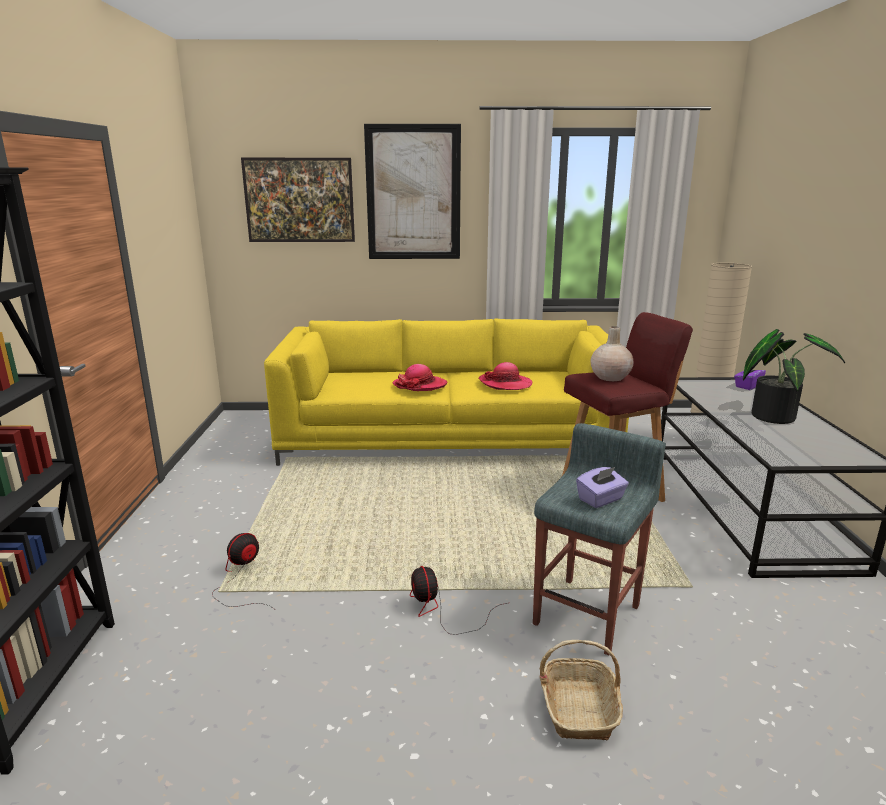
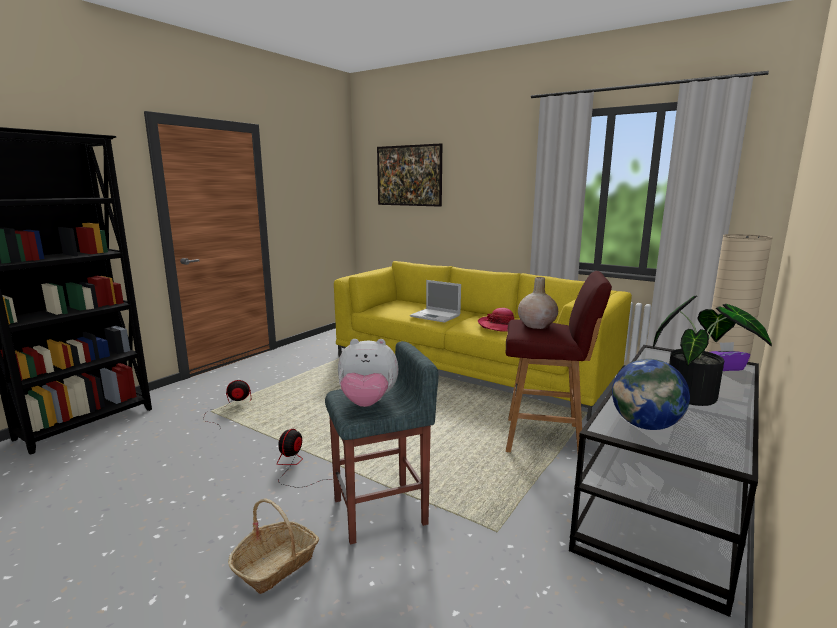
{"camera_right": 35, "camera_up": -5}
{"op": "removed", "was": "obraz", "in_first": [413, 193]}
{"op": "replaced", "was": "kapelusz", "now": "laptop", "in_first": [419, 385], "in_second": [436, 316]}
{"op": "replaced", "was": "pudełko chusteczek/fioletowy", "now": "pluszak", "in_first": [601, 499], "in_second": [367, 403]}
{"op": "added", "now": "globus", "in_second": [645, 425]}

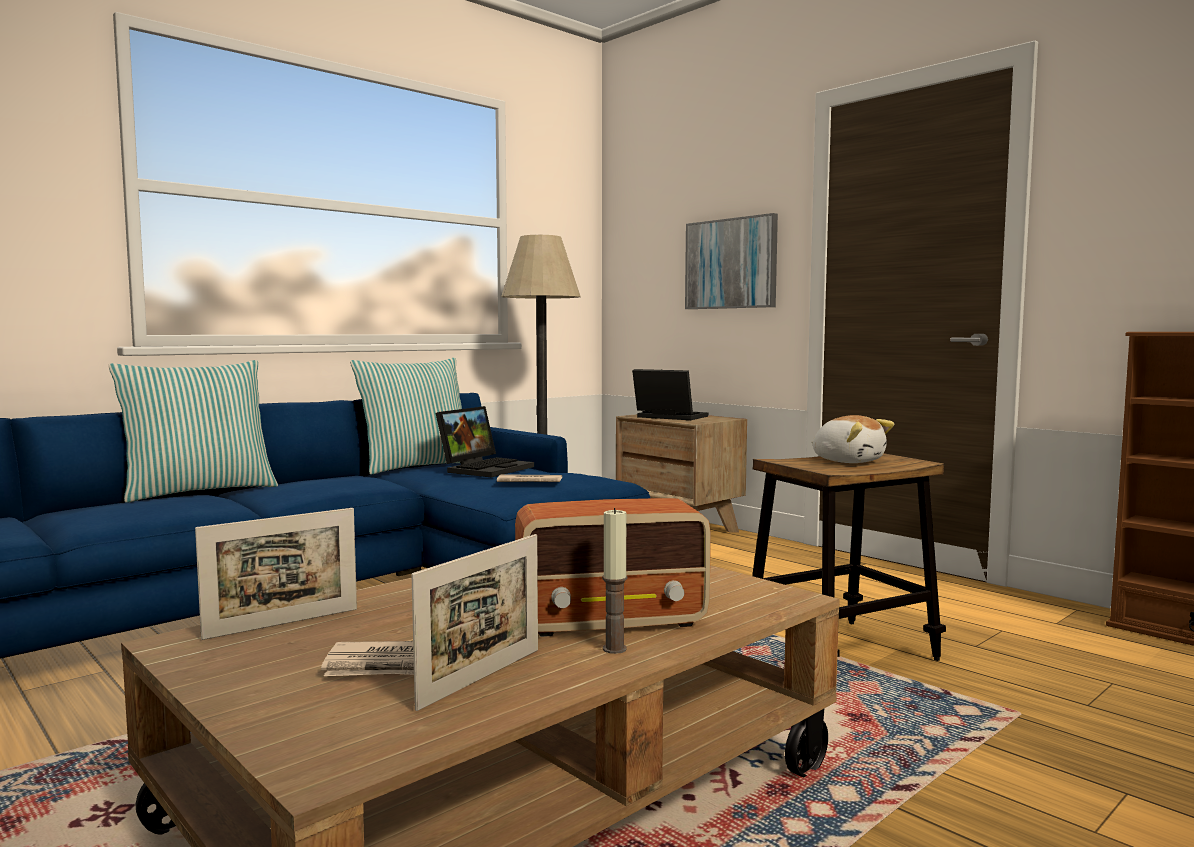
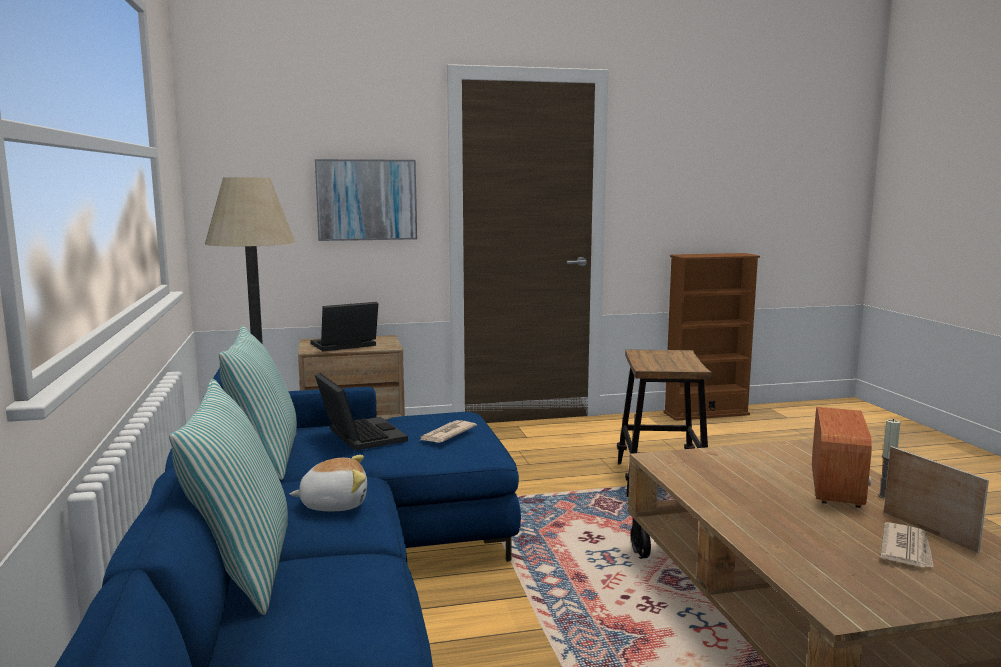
{"camera_right": -60, "camera_up": 5}
{"op": "moved", "was": "pluszak", "in_first": [848, 461], "in_second": [334, 504]}
{"op": "removed", "was": "ramka na zdjęcie", "in_first": [283, 623]}

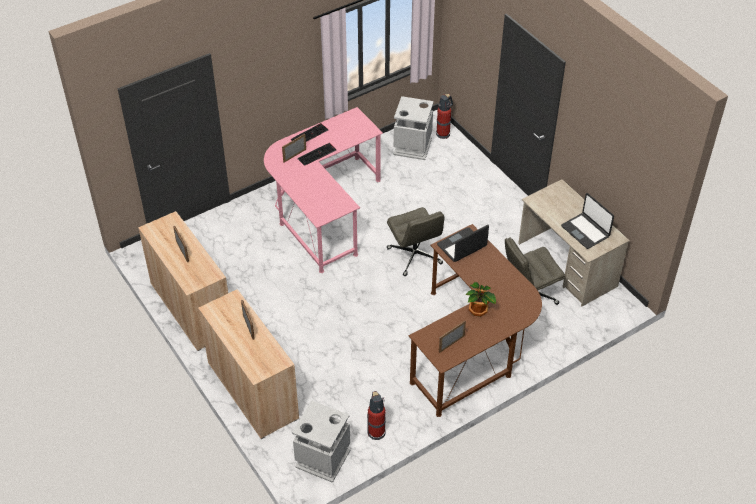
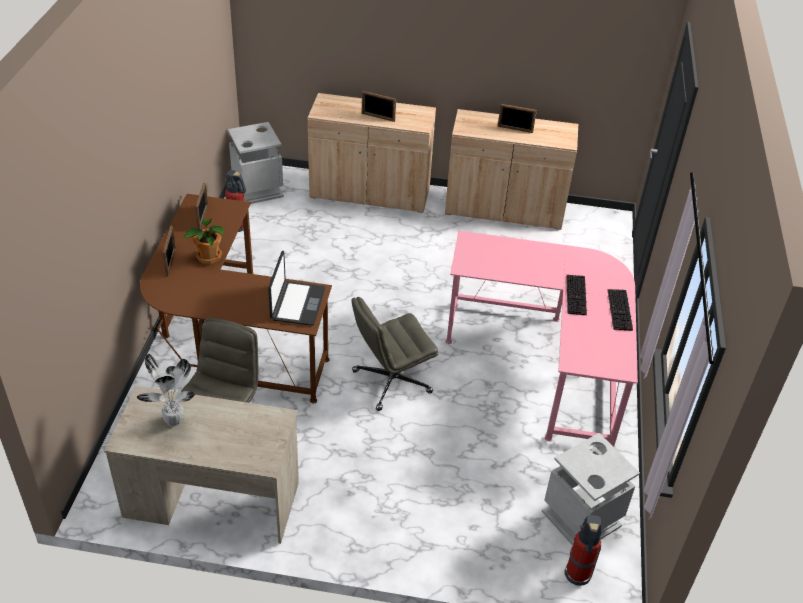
{"camera_right": 130, "camera_up": -5}
{"op": "moved", "was": "ramka na zdjęcie", "in_first": [294, 155], "in_second": [171, 262]}
{"op": "replaced", "was": "laptop", "now": "roślina doniczkowa", "in_first": [585, 231], "in_second": [173, 422]}
{"op": "turned", "was": "krzesło biurowe/szary", "in_first": [415, 256], "in_second": [391, 382], "clockwise": -45}

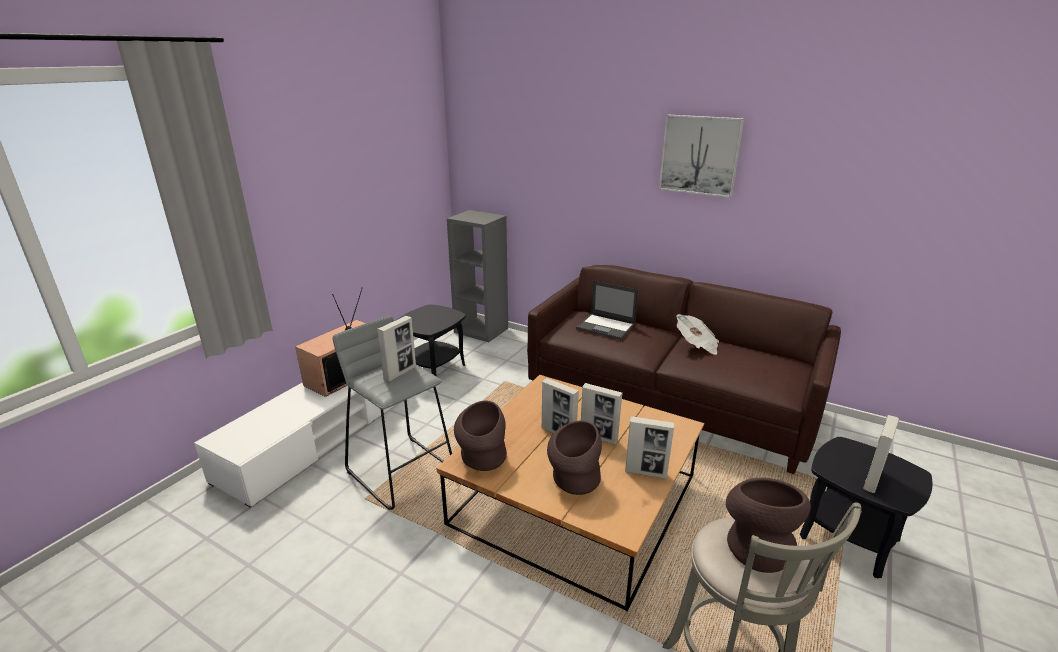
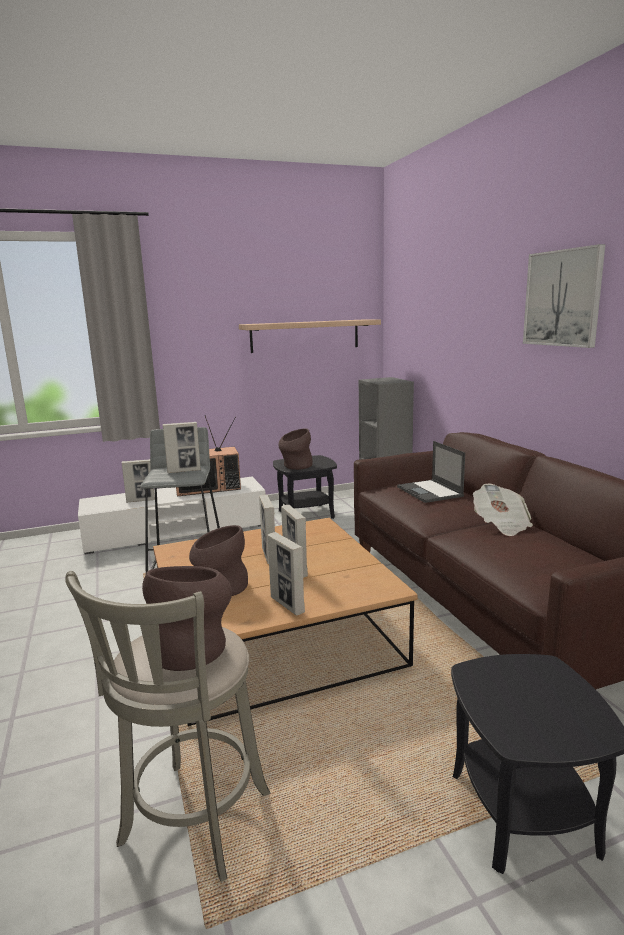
{"camera_right": 40, "camera_up": -10}
{"op": "moved", "was": "wazon/brązowy", "in_first": [482, 460], "in_second": [295, 466]}
{"op": "moved", "was": "ramka na zdjęcie", "in_first": [872, 479], "in_second": [141, 500]}
{"op": "added", "now": "półka", "in_second": [305, 335]}

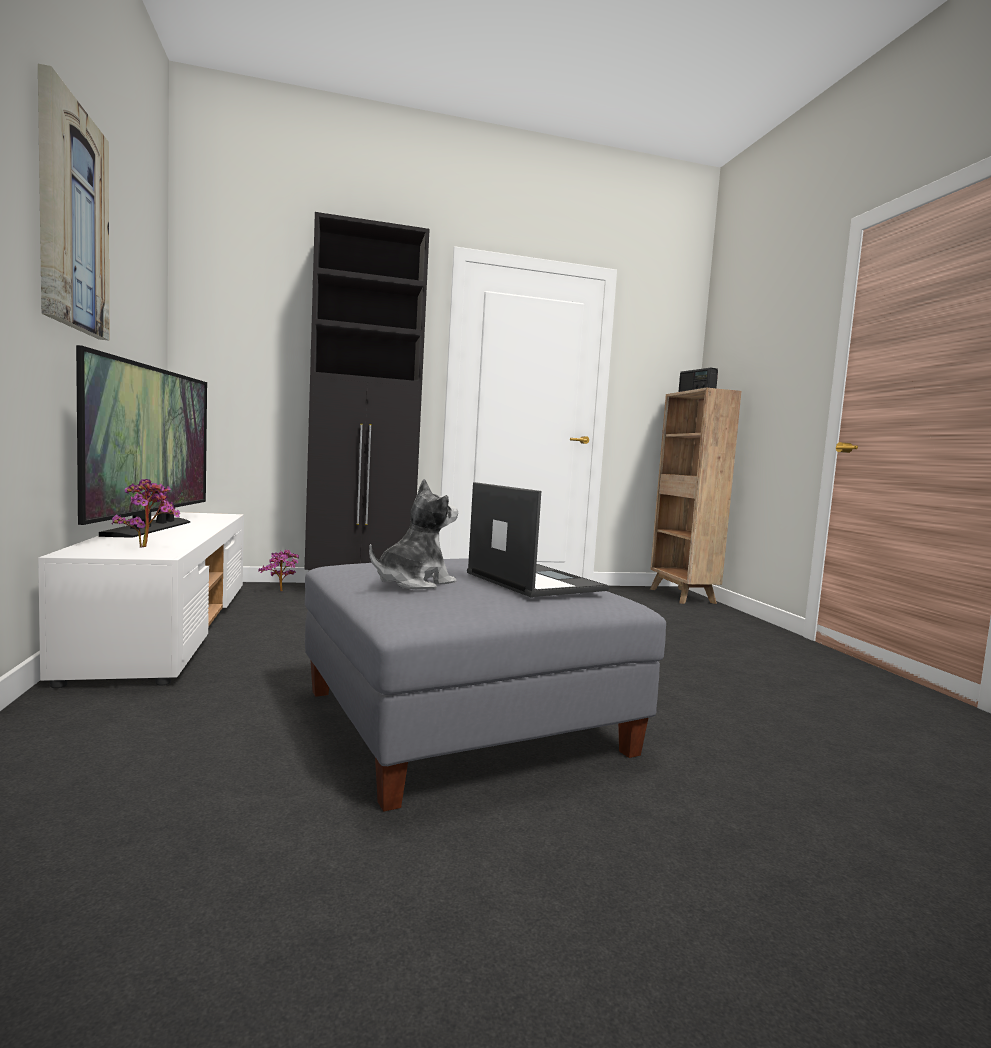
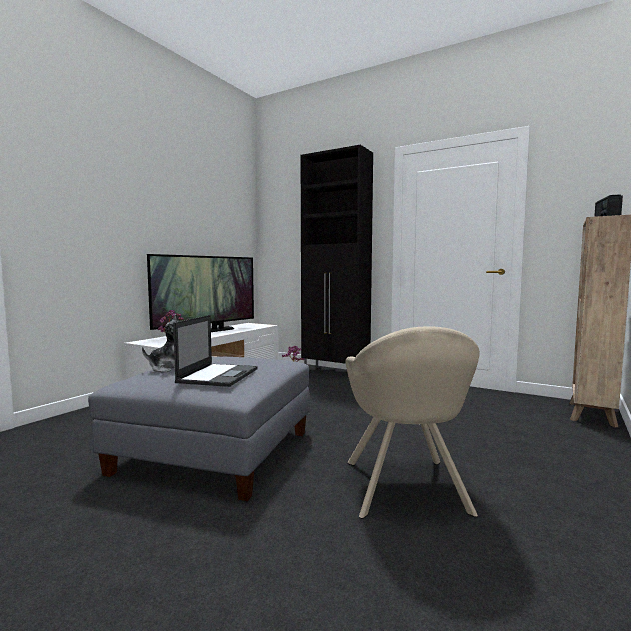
{"camera_right": 45, "camera_up": 0}
{"op": "removed", "was": "obraz", "in_first": [72, 218]}
{"op": "added", "now": "fotel/beżowy", "in_second": [406, 490]}

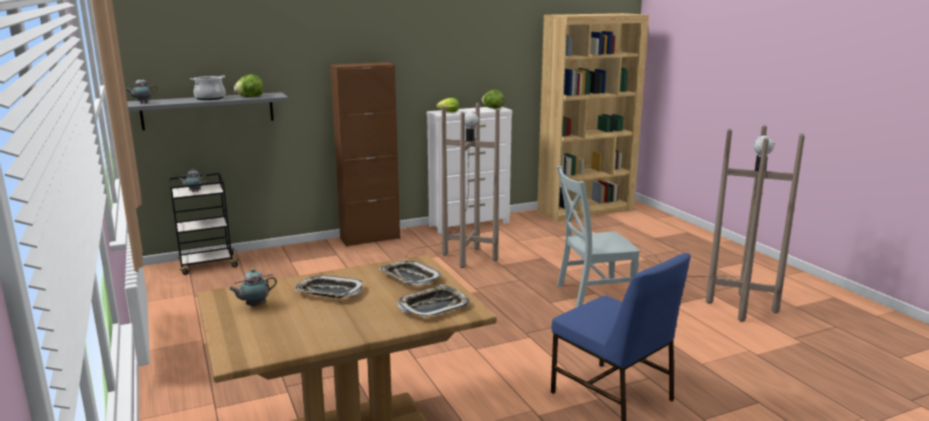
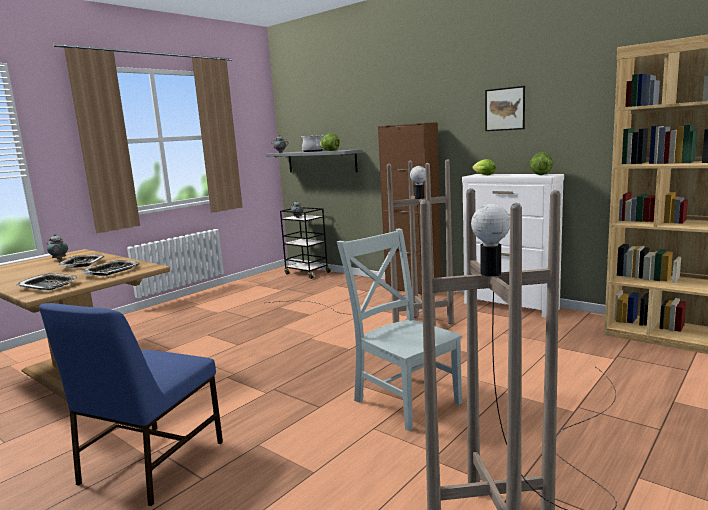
{"camera_right": 65, "camera_up": -5}
{"op": "added", "now": "obraz", "in_second": [505, 109]}

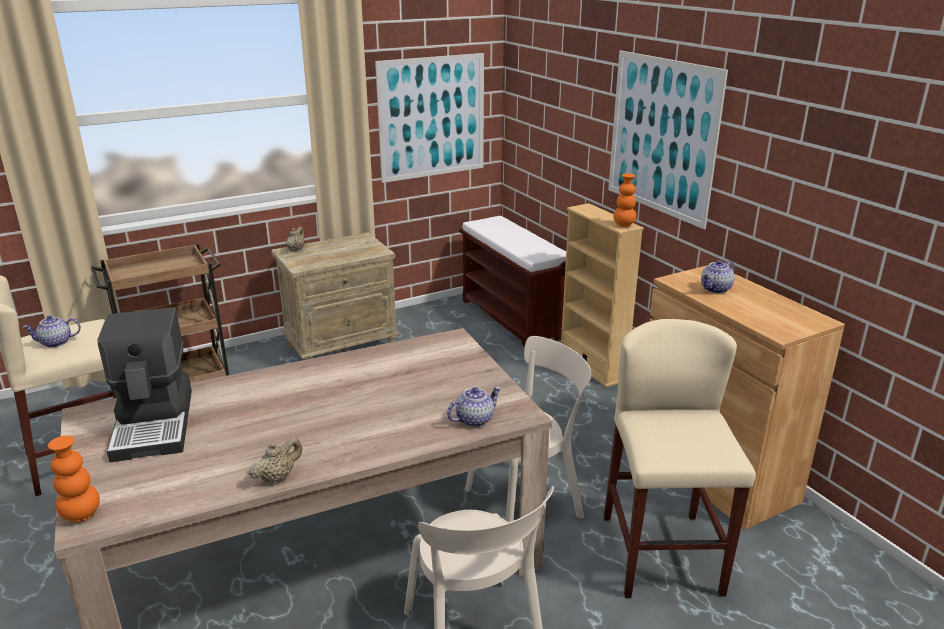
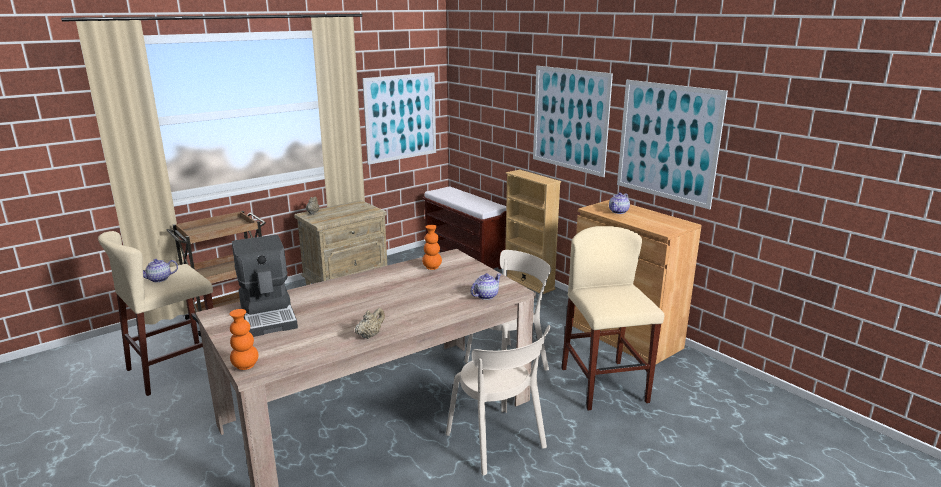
{"camera_right": -10, "camera_up": -5}
{"op": "moved", "was": "wazon/pomarańczowy", "in_first": [624, 225], "in_second": [432, 268]}
{"op": "added", "now": "obraz", "in_second": [667, 142]}

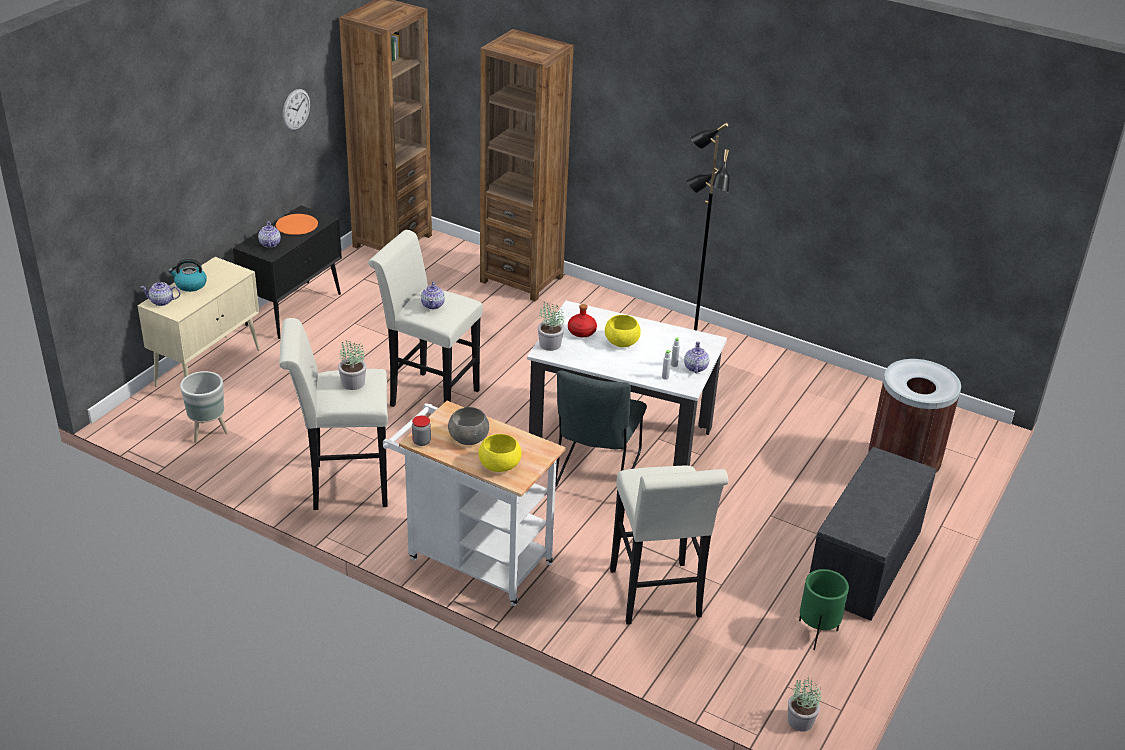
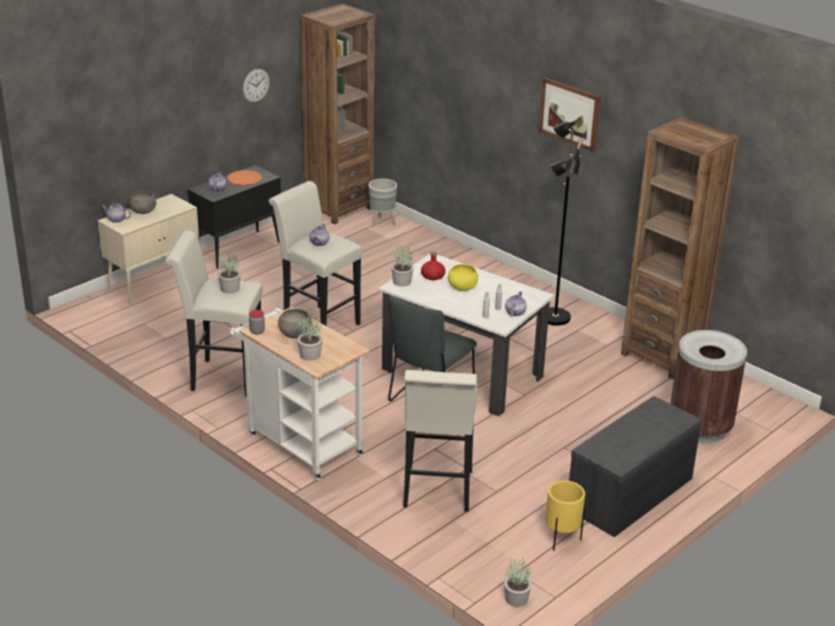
{"camera_right": 15, "camera_up": -5}
{"op": "moved", "was": "regał/brązowy", "in_first": [521, 279], "in_second": [662, 356]}
{"op": "replaced", "was": "czajnik", "now": "miska/szary", "in_first": [190, 285], "in_second": [143, 211]}
{"op": "moved", "was": "donica/szary", "in_first": [207, 432], "in_second": [382, 223]}
{"op": "replaced", "was": "miska/żółty", "now": "roślina doniczkowa", "in_first": [500, 464], "in_second": [310, 355]}
{"op": "recoloured", "was": "donica/zielony", "now": "donica/żółty", "in_first": [816, 634], "in_second": [561, 539]}
{"op": "added", "now": "obraz", "in_second": [570, 113]}

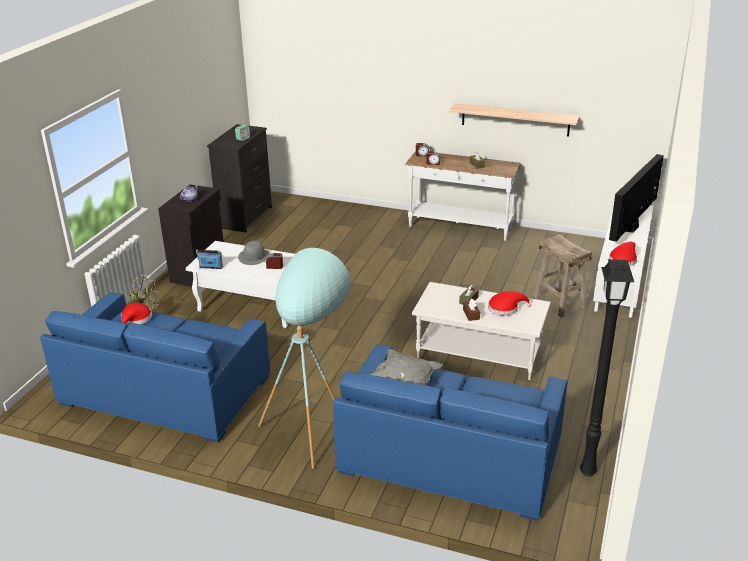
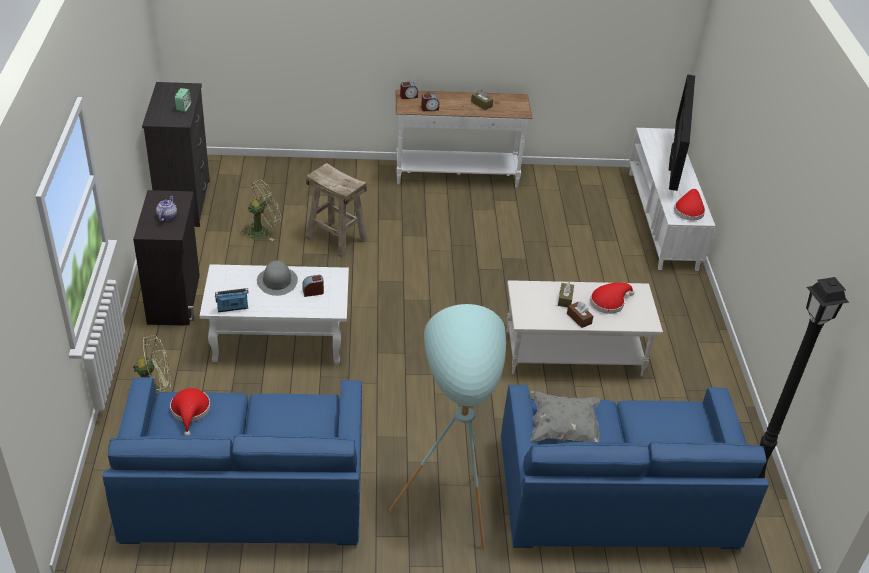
{"camera_right": -25, "camera_up": 10}
{"op": "removed", "was": "półka", "in_first": [515, 119]}
{"op": "moved", "was": "stołek/beżowy", "in_first": [559, 303], "in_second": [337, 239]}
{"op": "added", "now": "wentylator/zielony", "in_second": [262, 231]}

